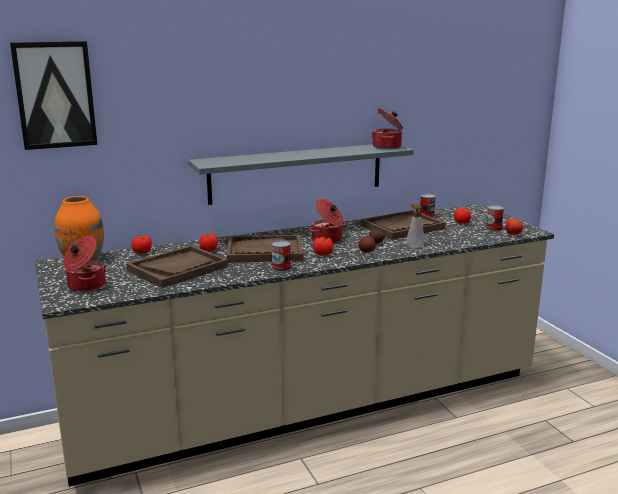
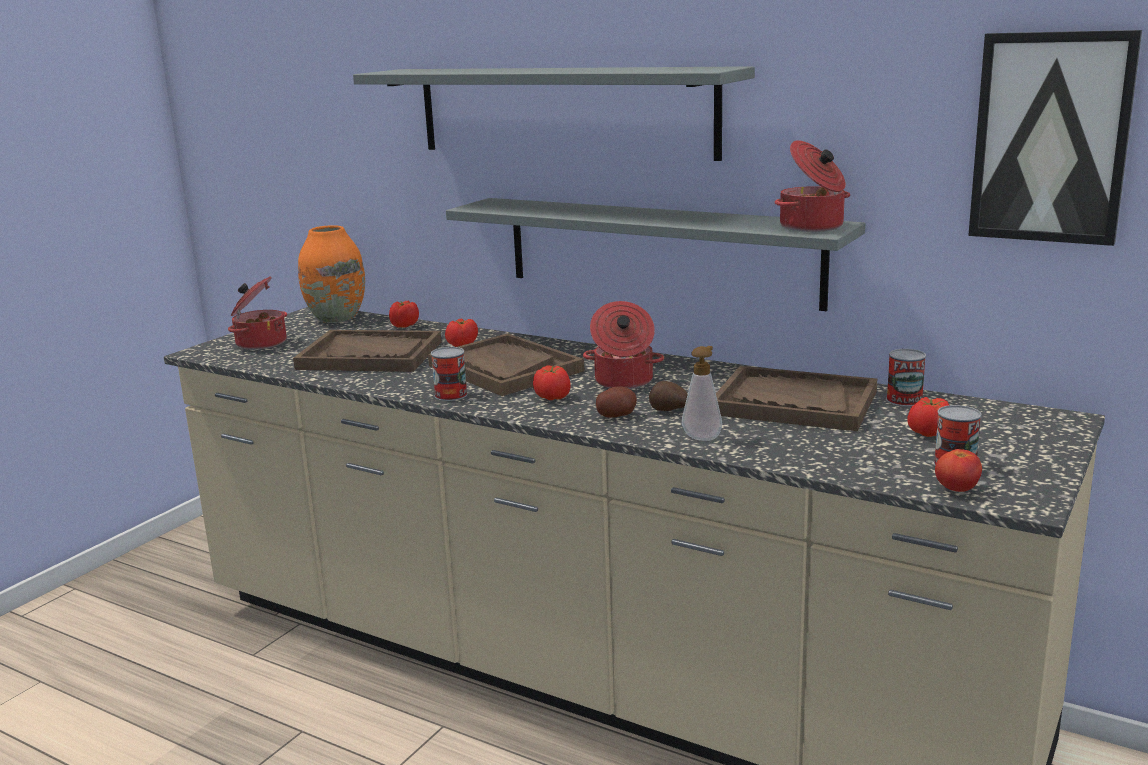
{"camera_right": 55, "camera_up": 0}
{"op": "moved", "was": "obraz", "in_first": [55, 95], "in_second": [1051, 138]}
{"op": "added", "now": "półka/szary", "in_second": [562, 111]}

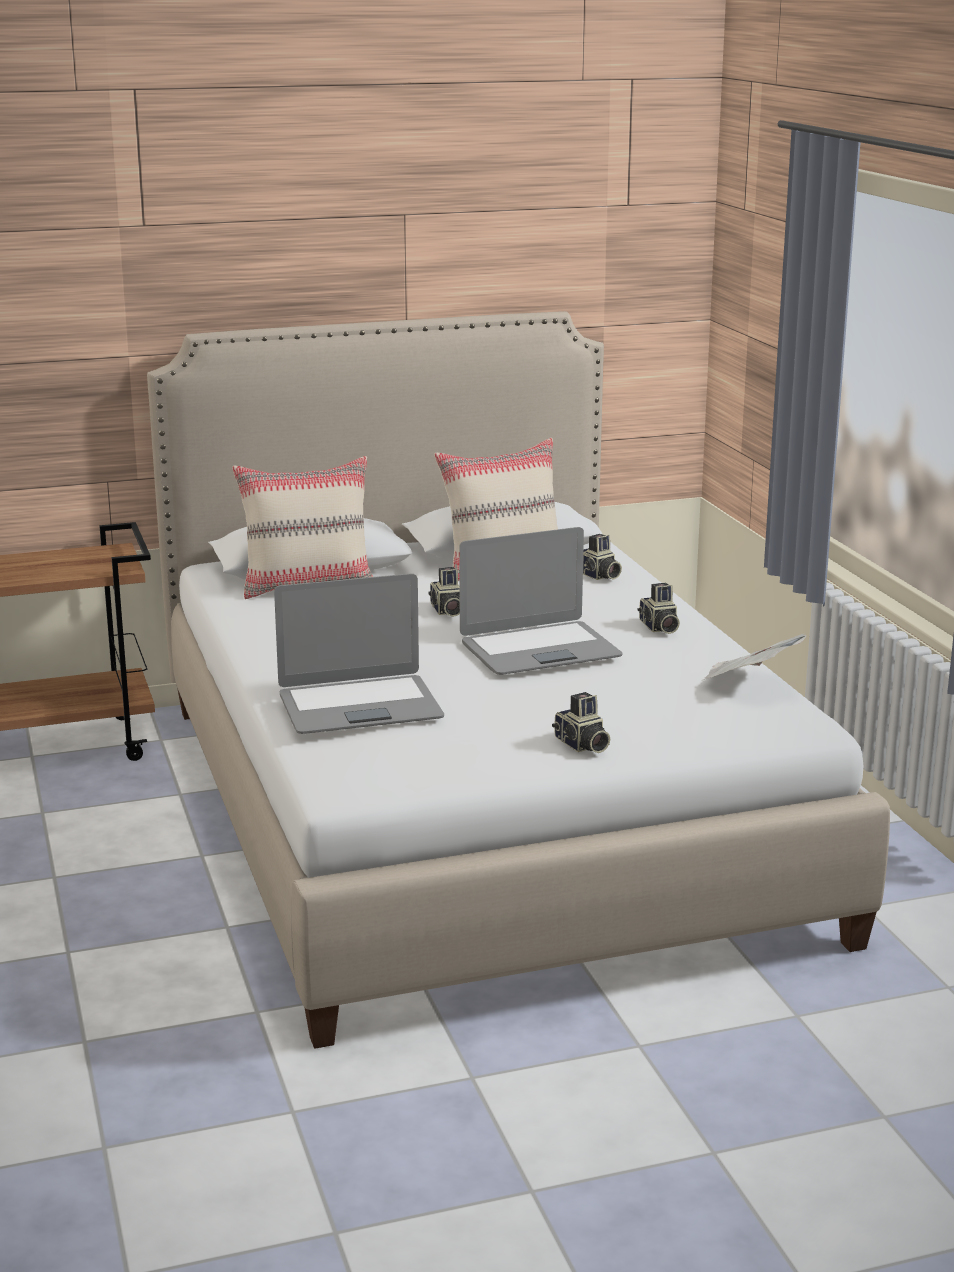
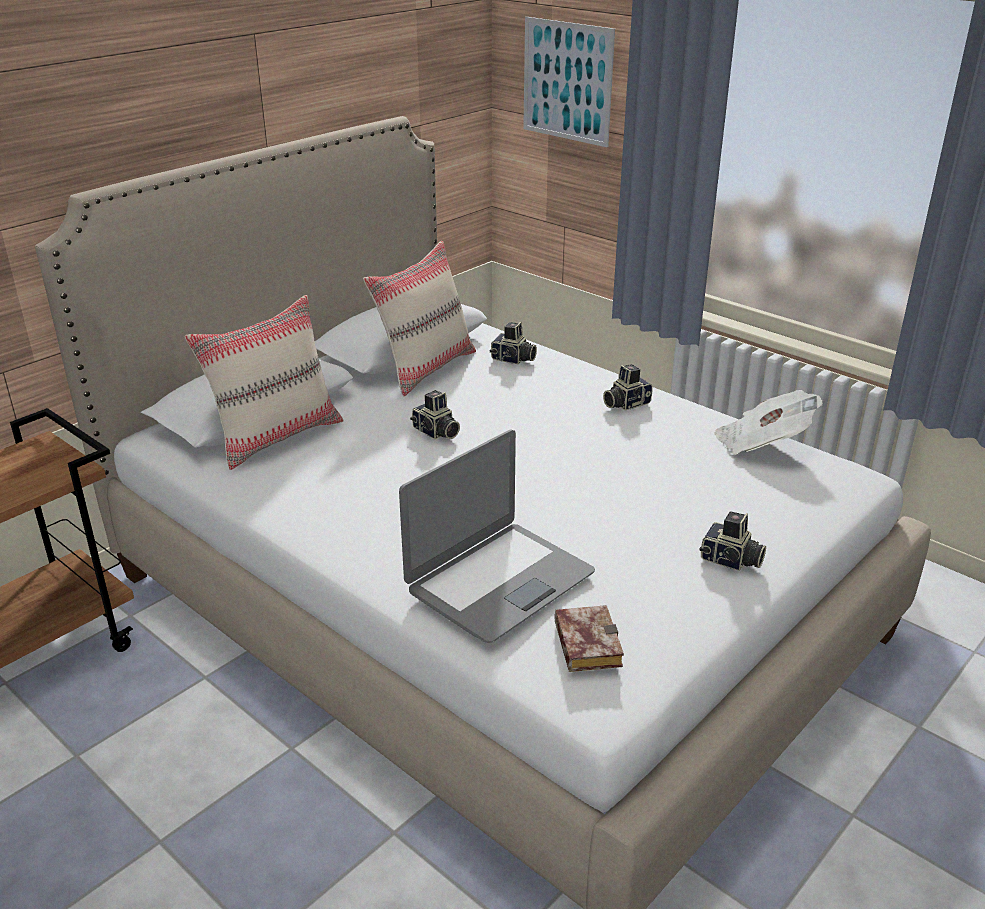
{"camera_right": -30, "camera_up": 10}
{"op": "removed", "was": "laptop", "in_first": [539, 650]}
{"op": "turned", "was": "aparat fotograficzny", "in_first": [658, 628], "in_second": [625, 403], "clockwise": 105}
{"op": "added", "now": "obraz", "in_second": [567, 81]}
{"op": "added", "now": "książka", "in_second": [584, 643]}

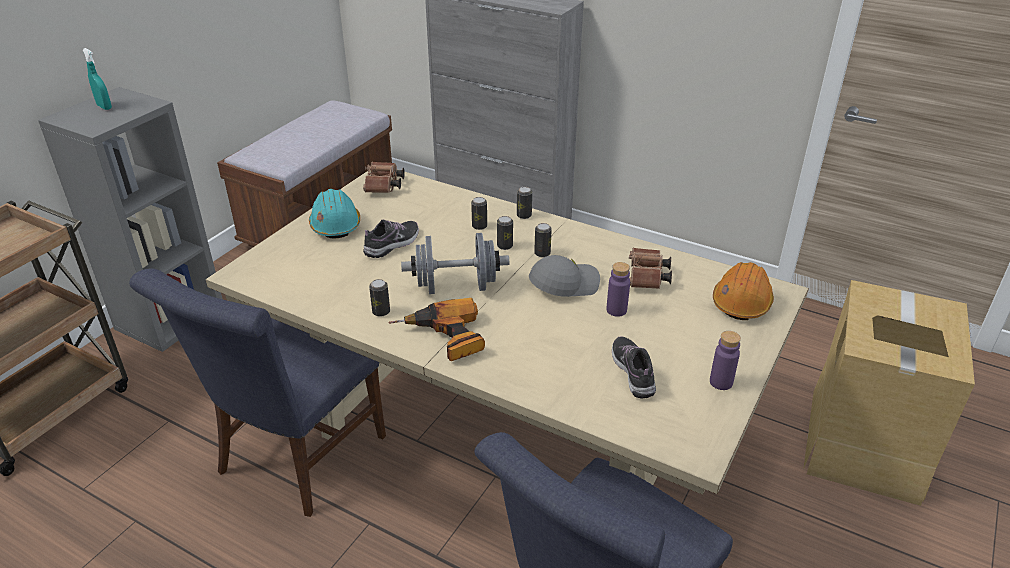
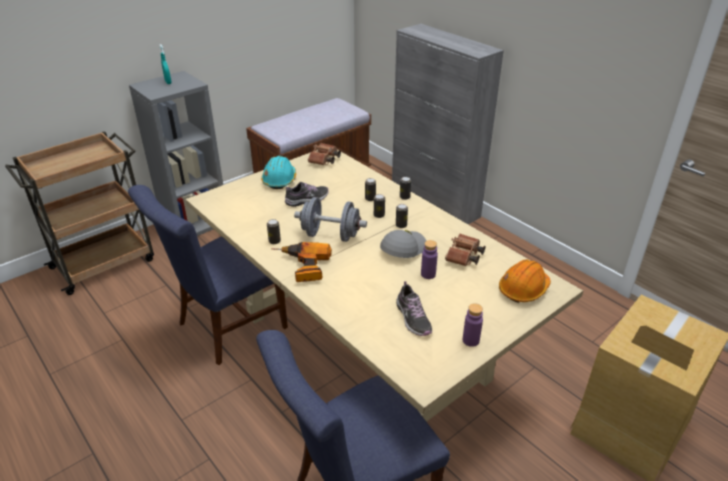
{"camera_right": 20, "camera_up": 0}
{"op": "turned", "was": "czapka z daszkiem/szary", "in_first": [563, 284], "in_second": [402, 249], "clockwise": -45}
{"op": "turned", "was": "but", "in_first": [633, 372], "in_second": [413, 318], "clockwise": 150}

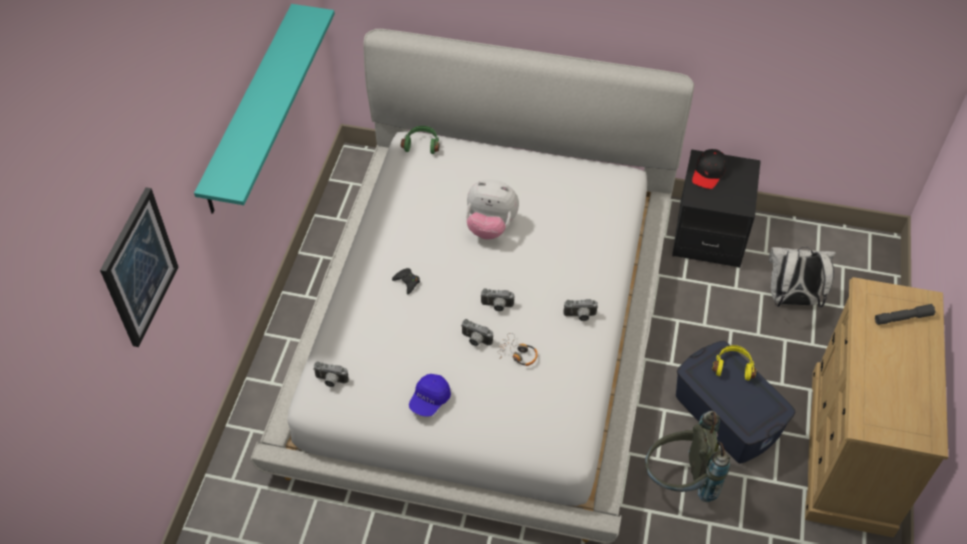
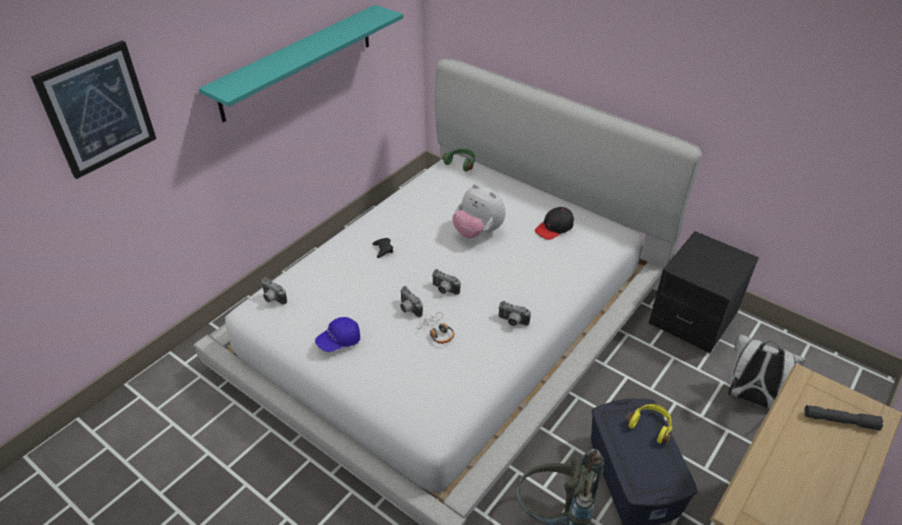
{"camera_right": 25, "camera_up": -10}
{"op": "moved", "was": "czapka z daszkiem/czarny", "in_first": [708, 173], "in_second": [554, 228]}

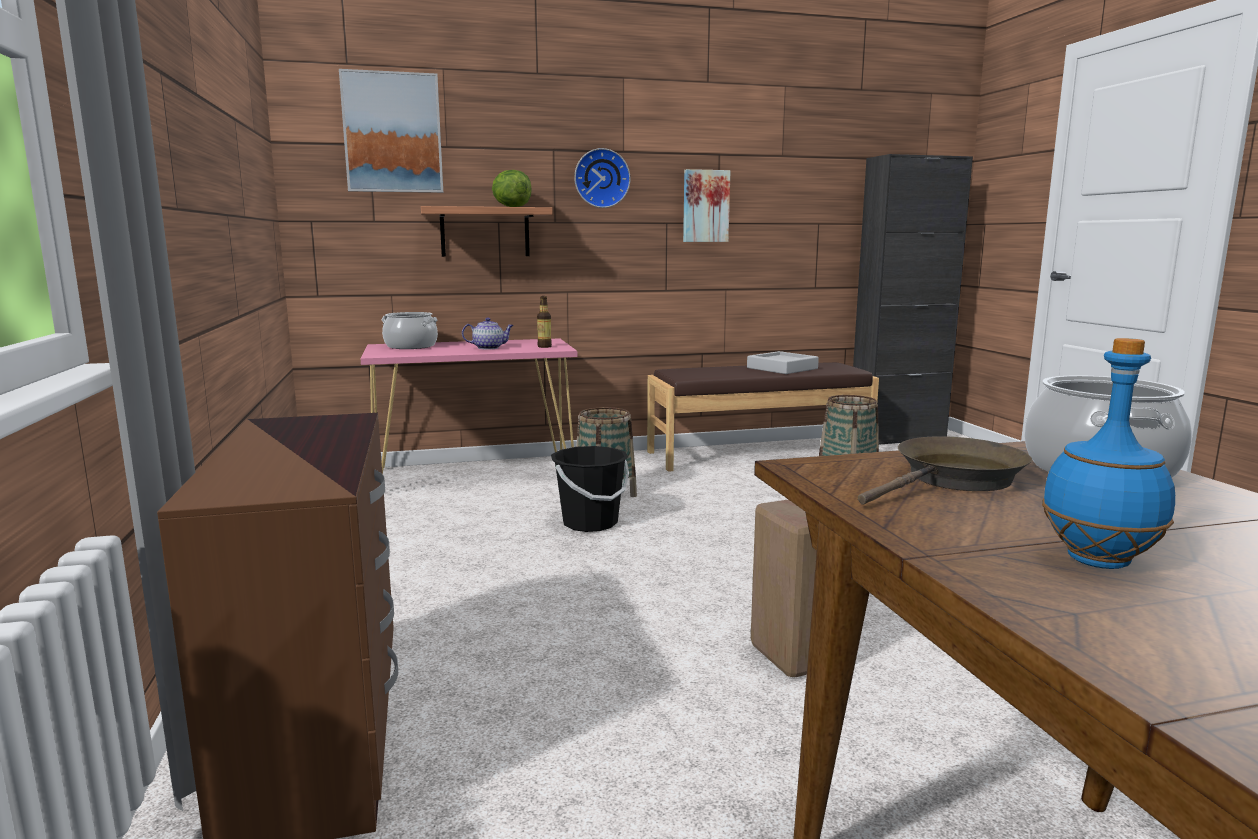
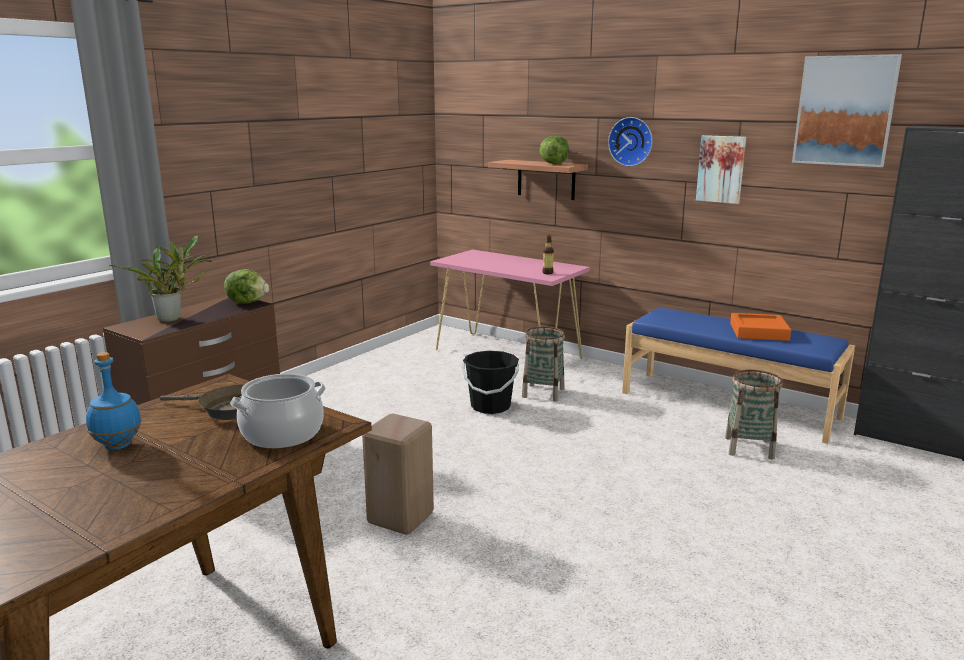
{"camera_right": 50, "camera_up": 5}
{"op": "moved", "was": "obraz", "in_first": [392, 133], "in_second": [844, 111]}
{"op": "removed", "was": "garnek", "in_first": [411, 346]}
{"op": "removed", "was": "imbryk", "in_first": [489, 348]}
{"op": "recoloured", "was": "taca/szary", "now": "taca/pomarańczowy", "in_first": [782, 368], "in_second": [758, 332]}
{"op": "recoloured", "was": "ławka/brązowy", "now": "ławka/niebieski", "in_first": [758, 453], "in_second": [728, 404]}
{"op": "added", "now": "roślina doniczkowa", "in_second": [173, 319]}
{"op": "added", "now": "sałata", "in_second": [248, 302]}

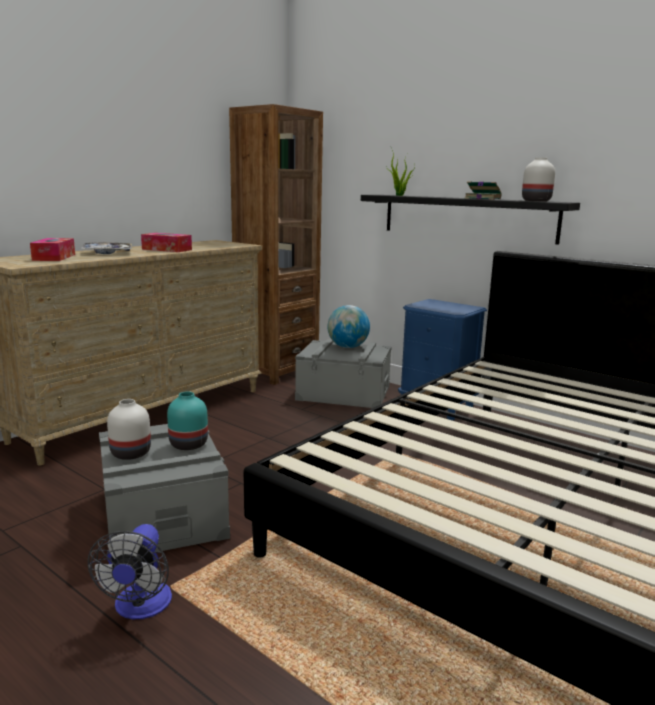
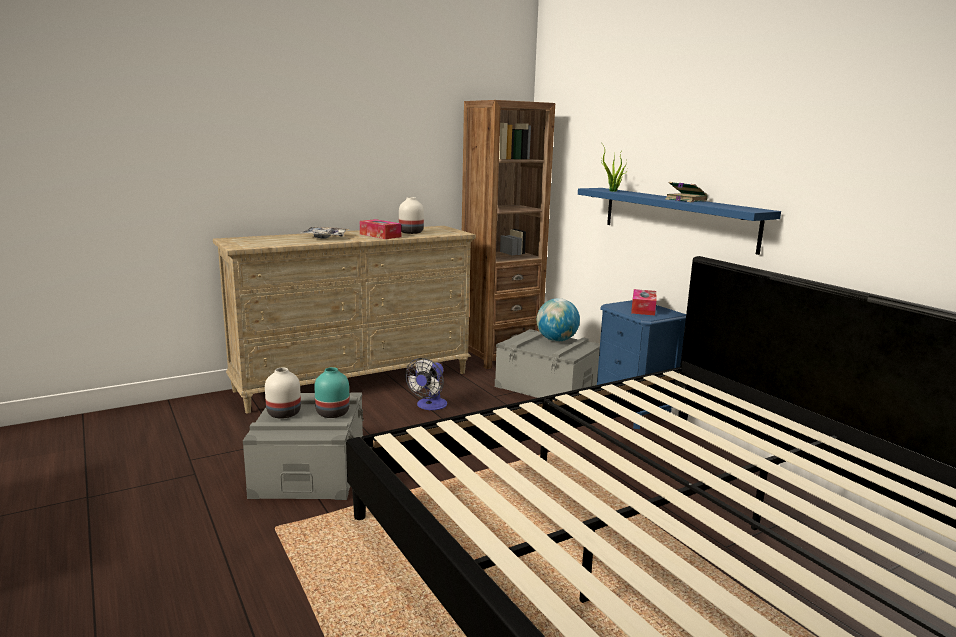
{"camera_right": 20, "camera_up": 0}
{"op": "moved", "was": "wazon/biały", "in_first": [536, 201], "in_second": [410, 232]}
{"op": "recoloured", "was": "półka/czarny", "now": "półka/niebieski", "in_first": [466, 217], "in_second": [676, 217]}
{"op": "moved", "was": "pudełko chusteczek", "in_first": [54, 257], "in_second": [643, 309]}
{"op": "moved", "was": "wentylator", "in_first": [140, 607], "in_second": [429, 406]}

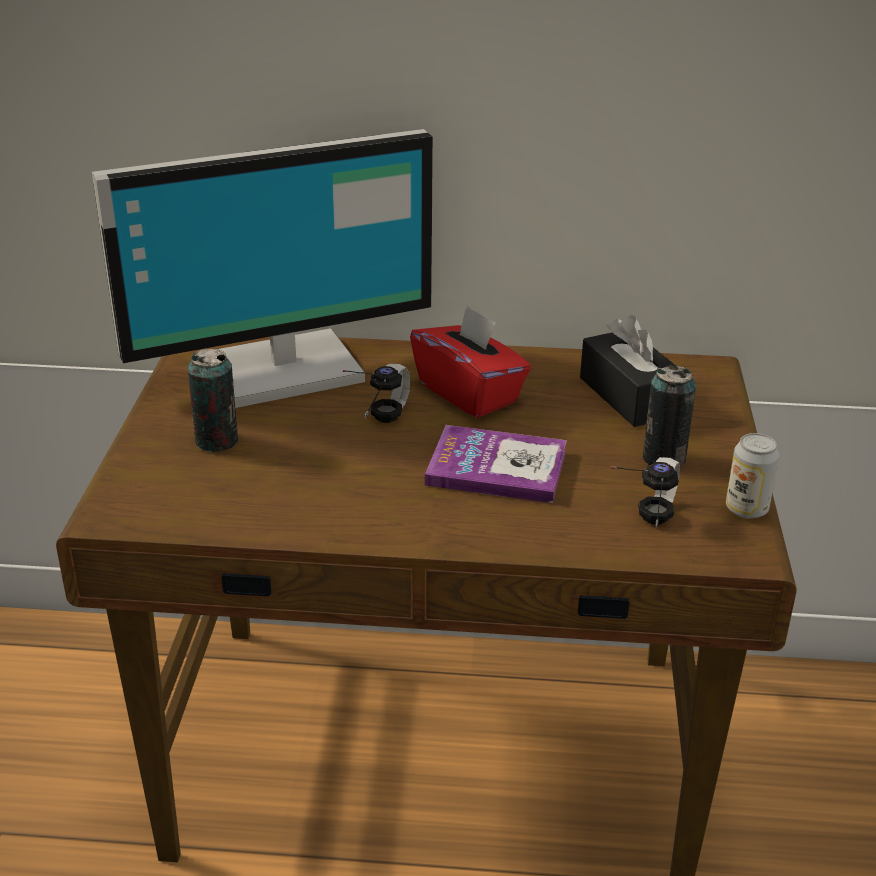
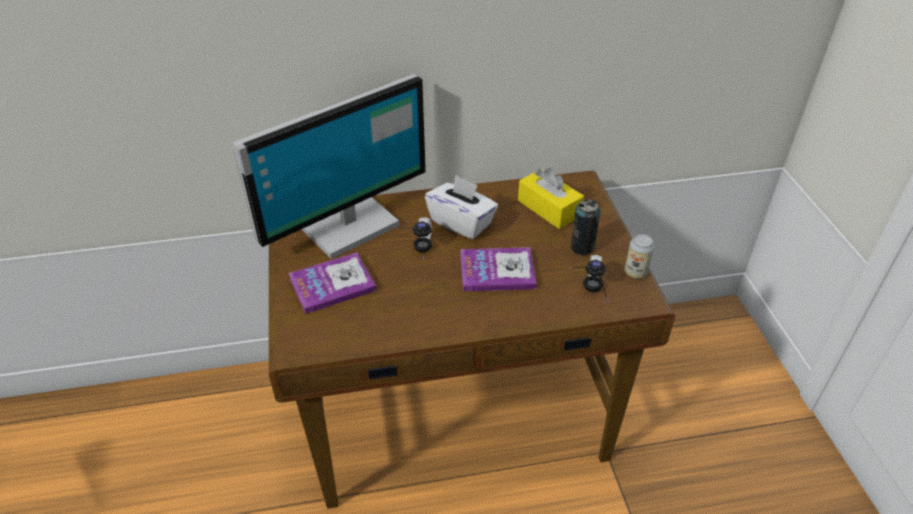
{"camera_right": -15, "camera_up": 10}
{"op": "recoloured", "was": "pudełko chusteczek/czerwony", "now": "pudełko chusteczek/biały", "in_first": [469, 393], "in_second": [461, 222]}
{"op": "recoloured", "was": "pudełko chusteczek/czarny", "now": "pudełko chusteczek/żółty", "in_first": [629, 396], "in_second": [549, 208]}
{"op": "replaced", "was": "puszka", "now": "książka", "in_first": [216, 441], "in_second": [332, 284]}

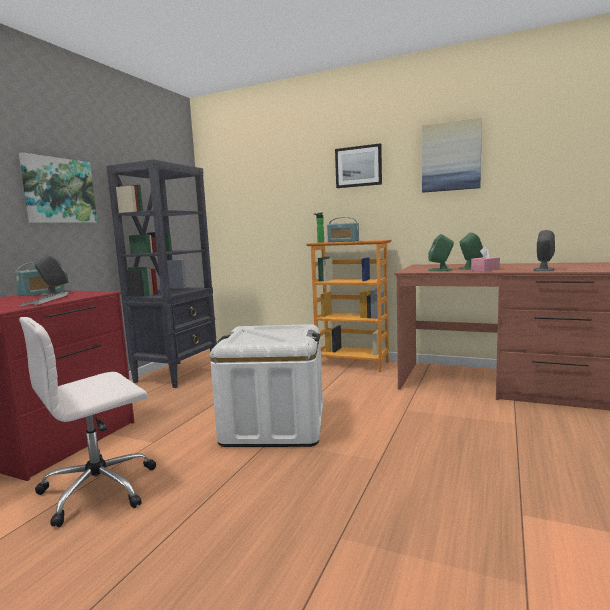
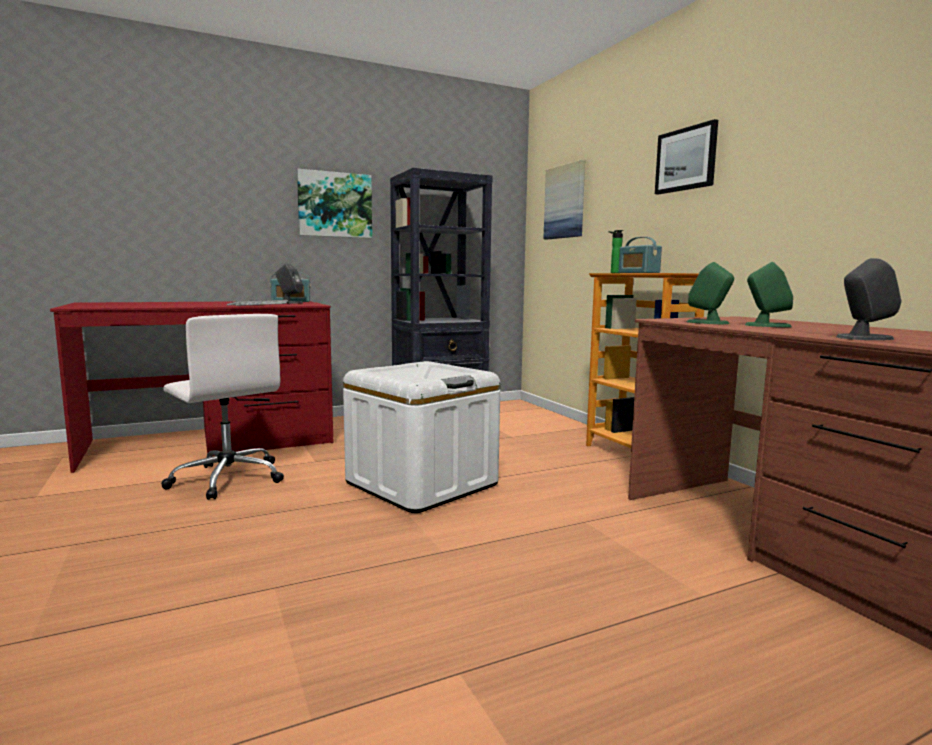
{"camera_right": 40, "camera_up": 0}
{"op": "moved", "was": "obraz", "in_first": [451, 156], "in_second": [565, 202]}
{"op": "removed", "was": "pudełko chusteczek/różowy", "in_first": [485, 270]}
{"op": "turned", "was": "krzesło biurowe/biały", "in_first": [101, 488], "in_second": [228, 478], "clockwise": -135}

